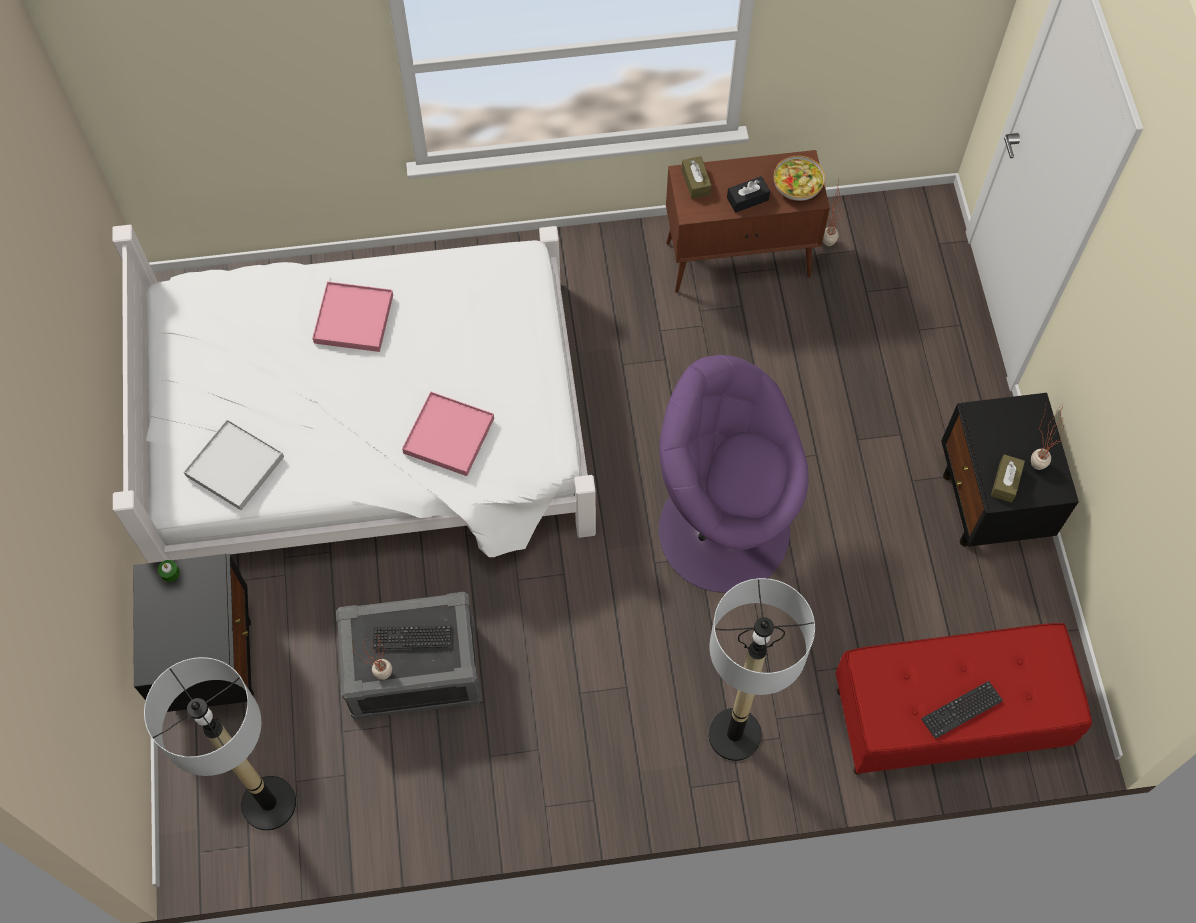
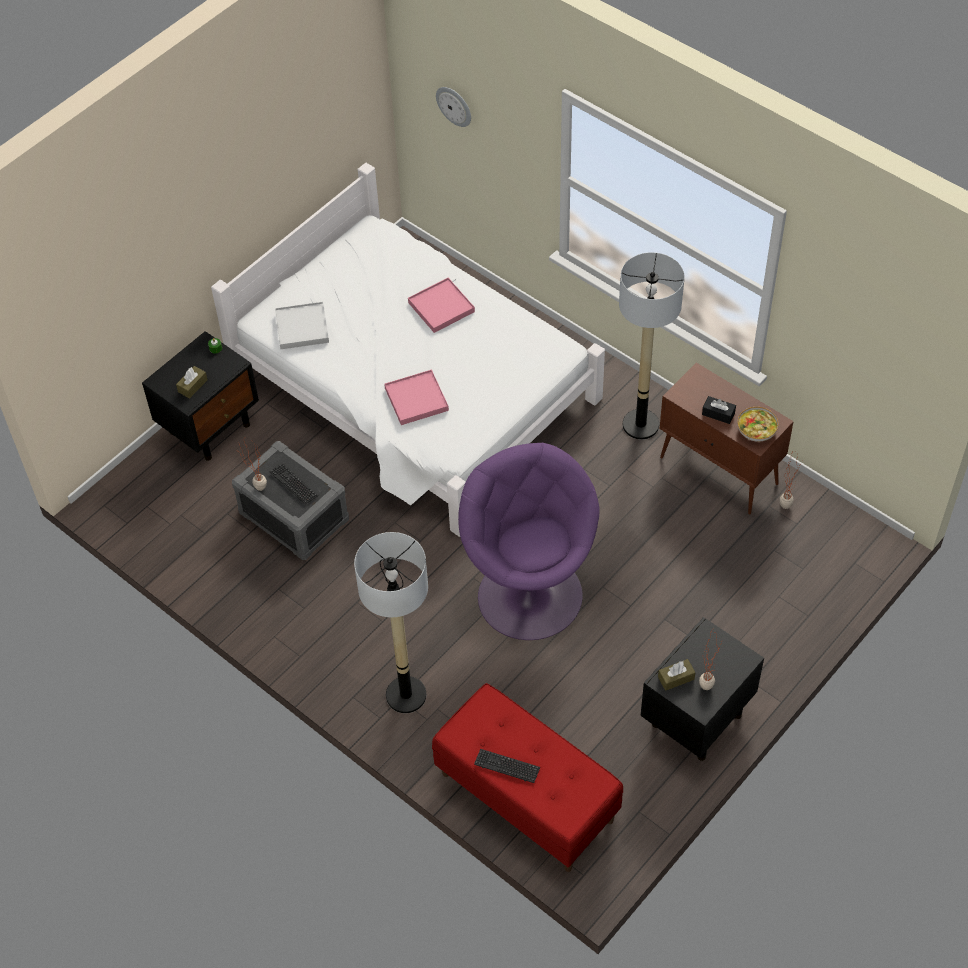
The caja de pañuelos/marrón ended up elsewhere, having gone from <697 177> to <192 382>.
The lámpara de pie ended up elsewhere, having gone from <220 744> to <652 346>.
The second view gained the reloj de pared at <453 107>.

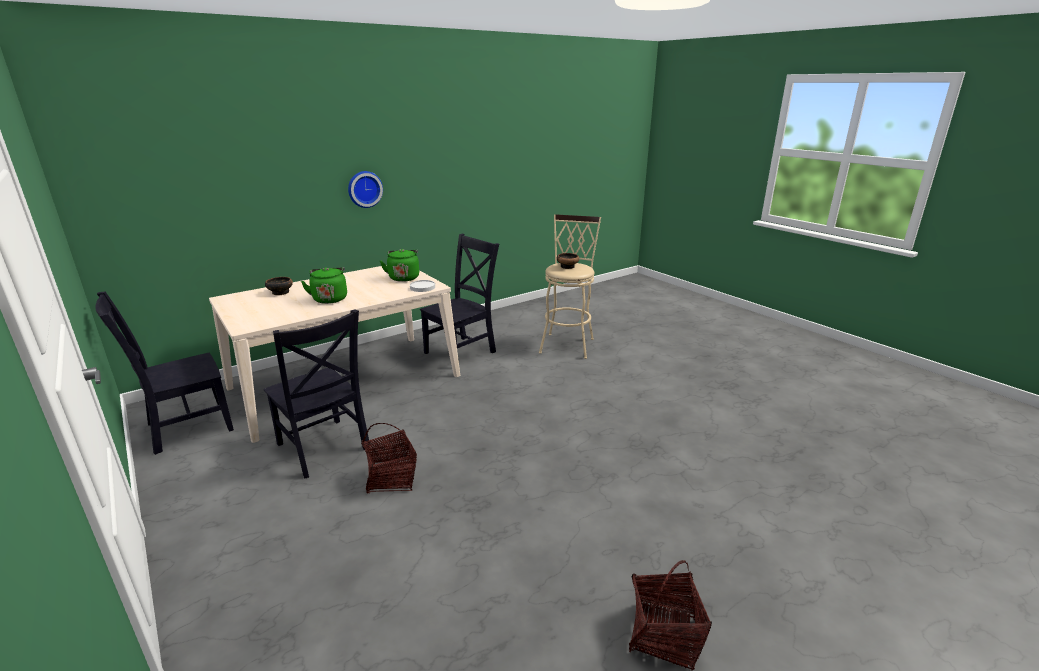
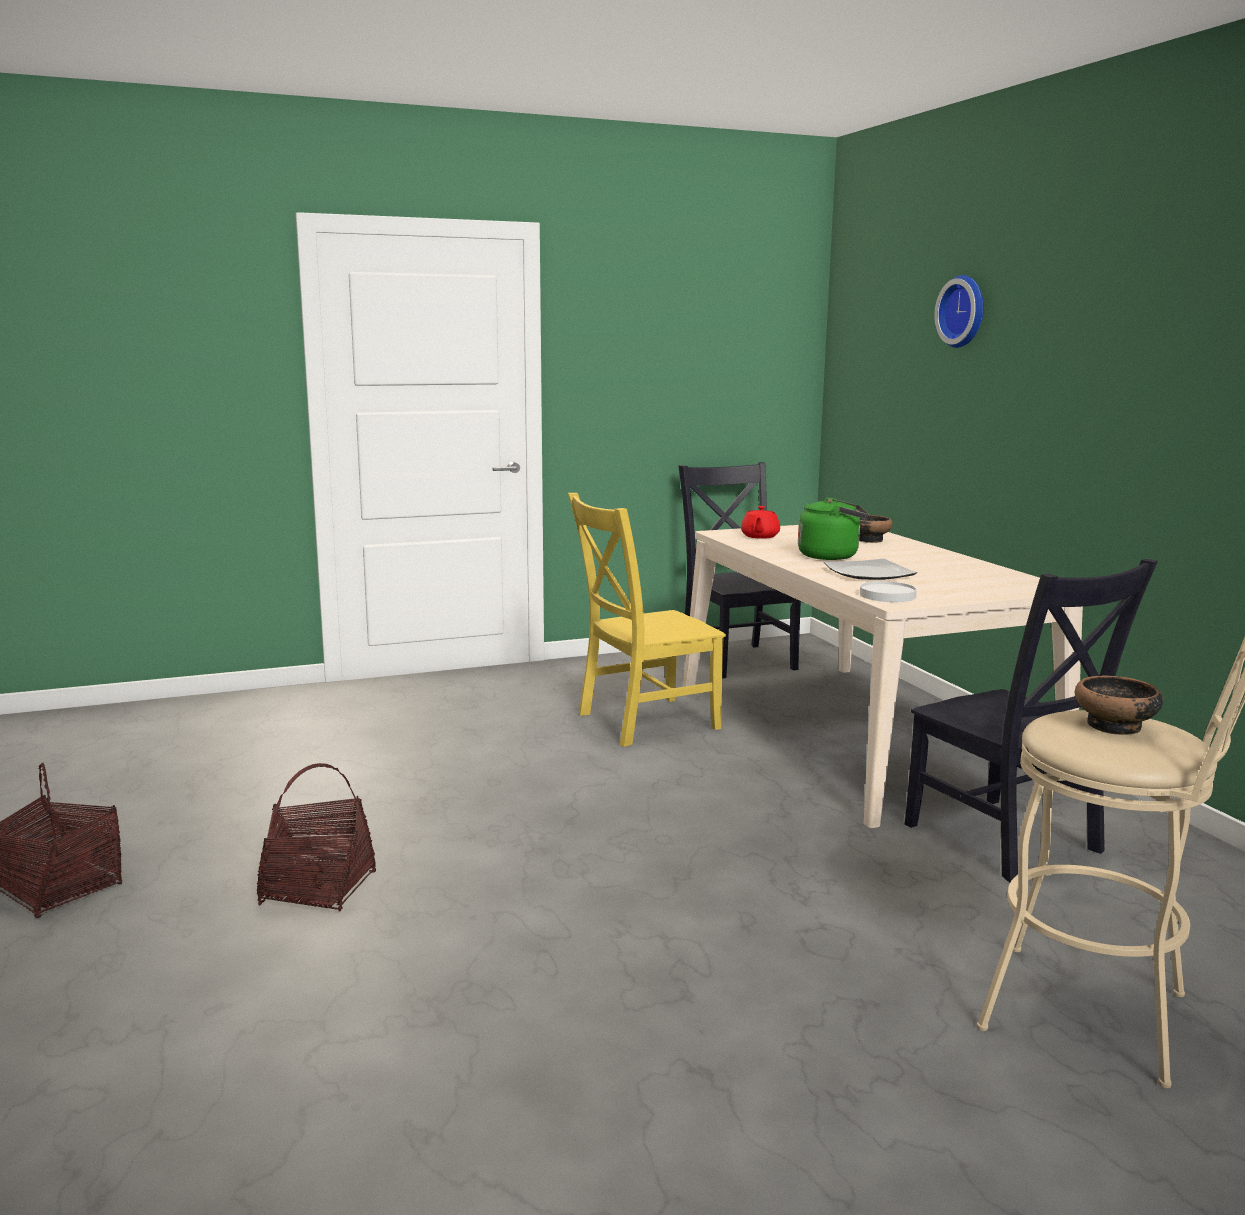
The reloj de pared ended up elsewhere, having gone from <365 189> to <959 311>.
The second view lost the hervidor/verde at <399 265>.
What was the silla/negro at <317 394> turned into the silla/amarillo at <647 620>.
The cesta ended up elsewhere, having gone from <389 458> to <316 837>.
The second view gained the tetera/rojo at <760 522>.
The second view gained the plato at <870 569>.

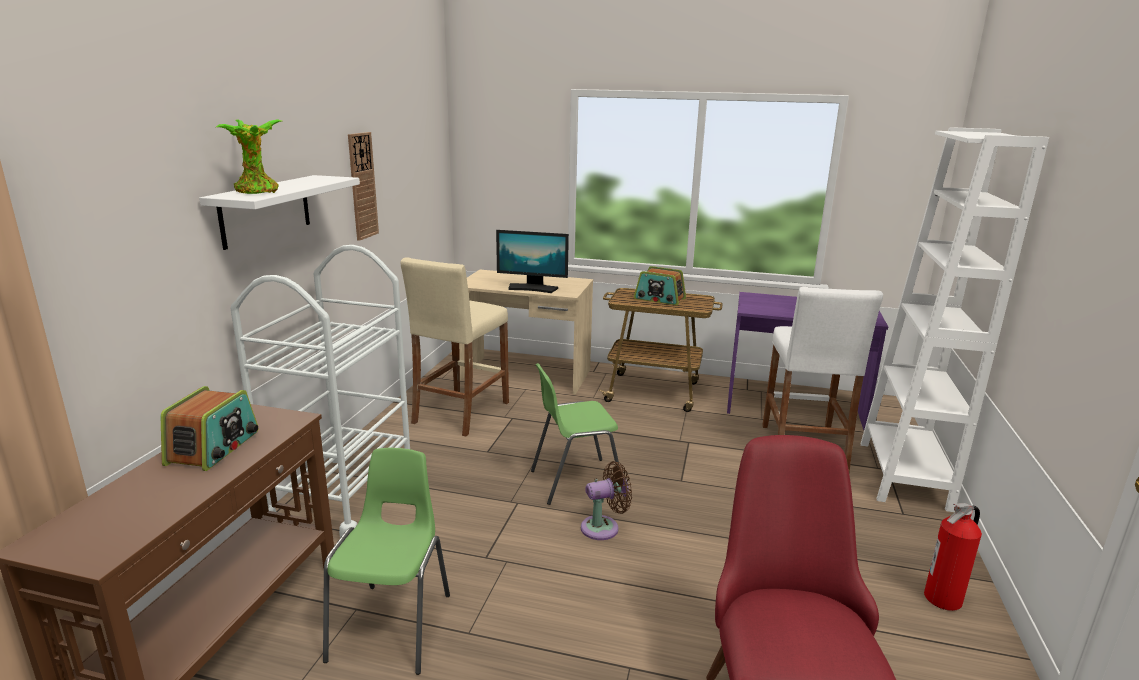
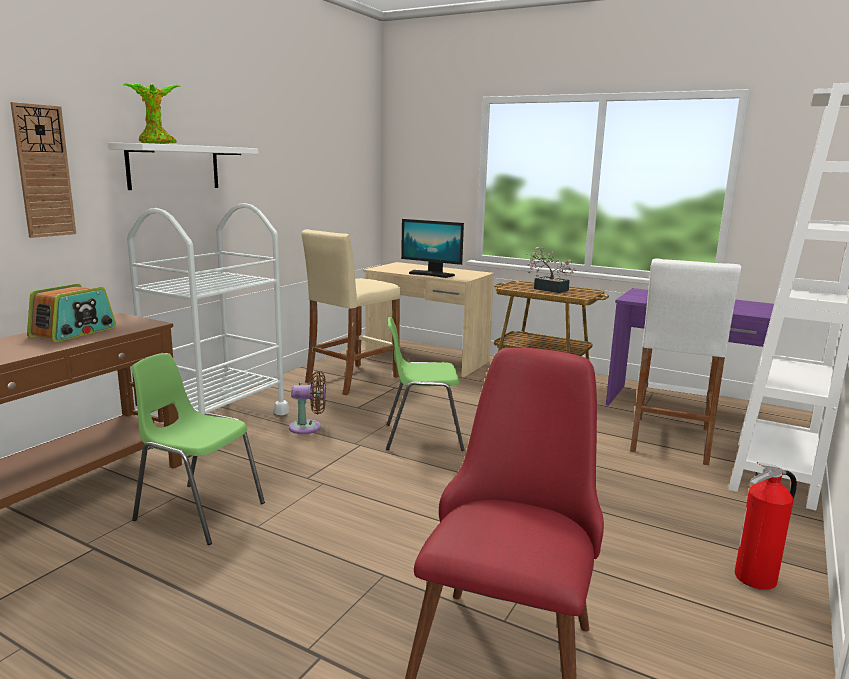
The reloj de pared ended up elsewhere, having gone from <363 186> to <43 170>.
Where the radio stood at <660 285>, the planta en maceta came to stand at <551 269>.
The silla/verde at <386 561> ended up facing another way, 90 degrees counterclockwise from before.
The ventilador/marrón ended up elsewhere, having gone from <606 500> to <307 402>.

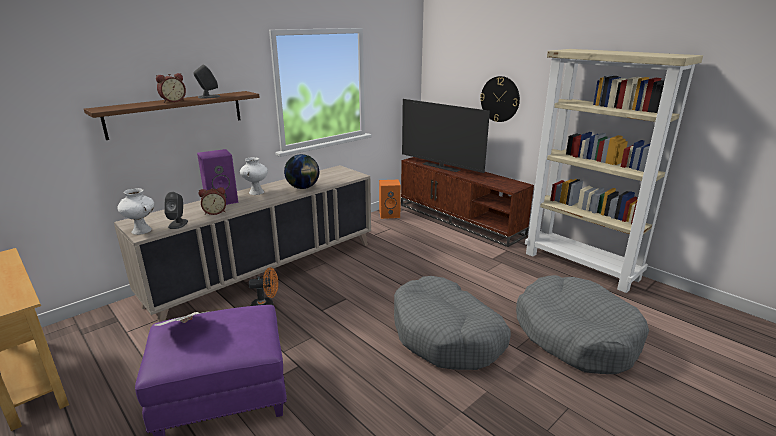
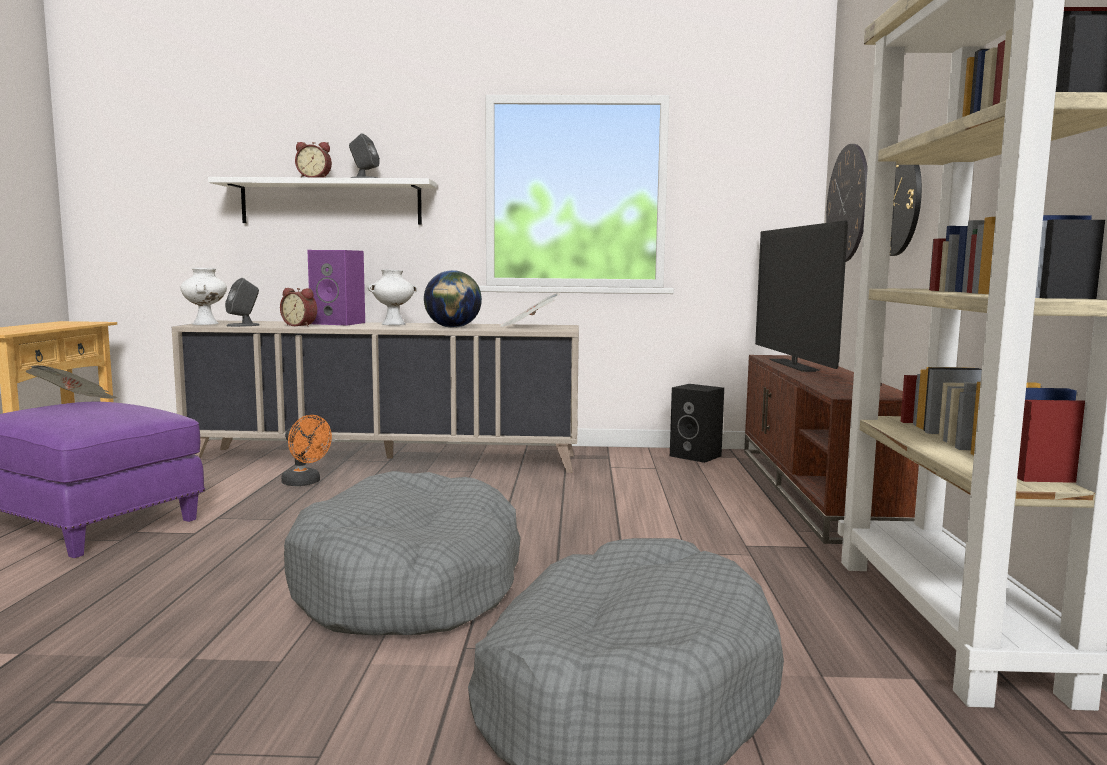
What was the estante/marrón at <172 115> turned into the estante/blanco at <322 201>.
What was the altavoz/naranja at <390 199> turned into the altavoz/negro at <697 423>.
The second view gained the reloj de pared at <847 203>.
The second view gained the periódico at <529 310>.

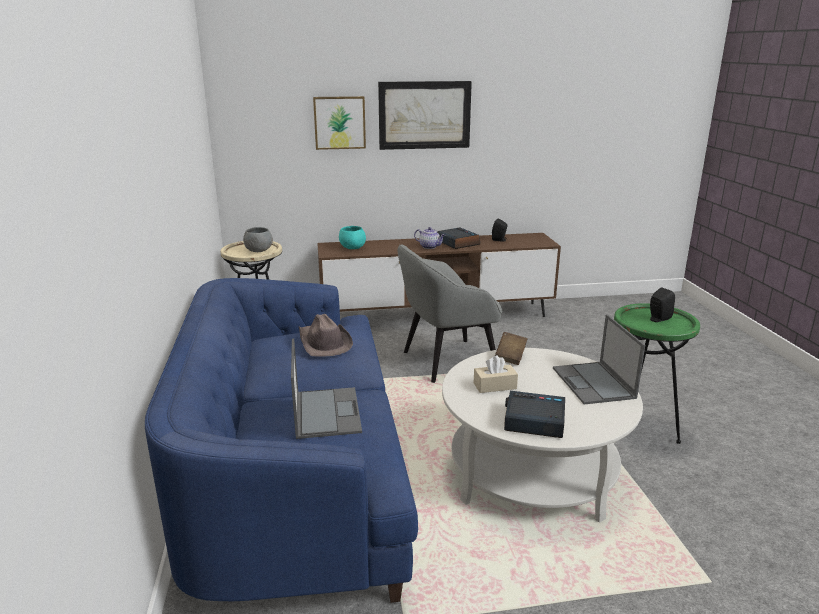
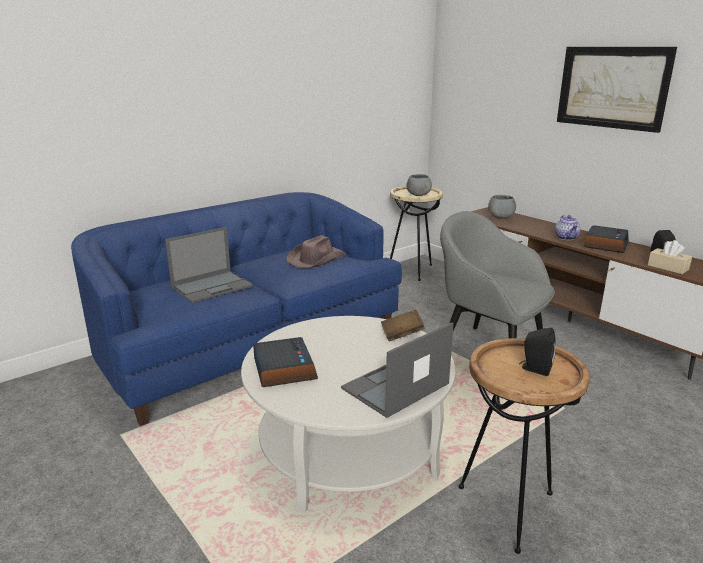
The second view lost the cuadro at <339 123>.
What was the cuenco/turquesa at <352 237> turned into the cuenco/gris at <502 207>.
What was the mesa auxiliar/verde at <657 373> turned into the mesa auxiliar/marrón at <524 446>.
The caja de pañuelos/beis ended up elsewhere, having gone from <496 374> to <670 257>.

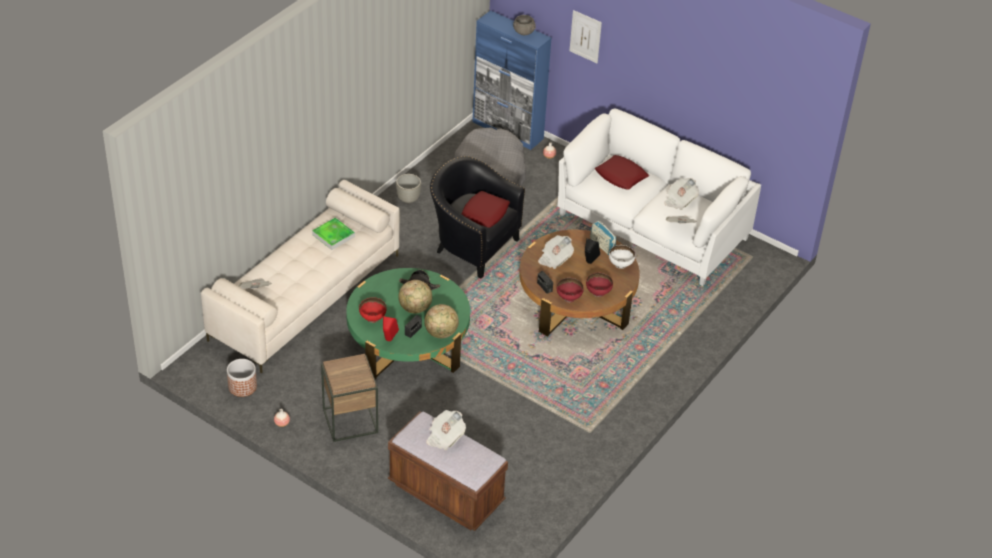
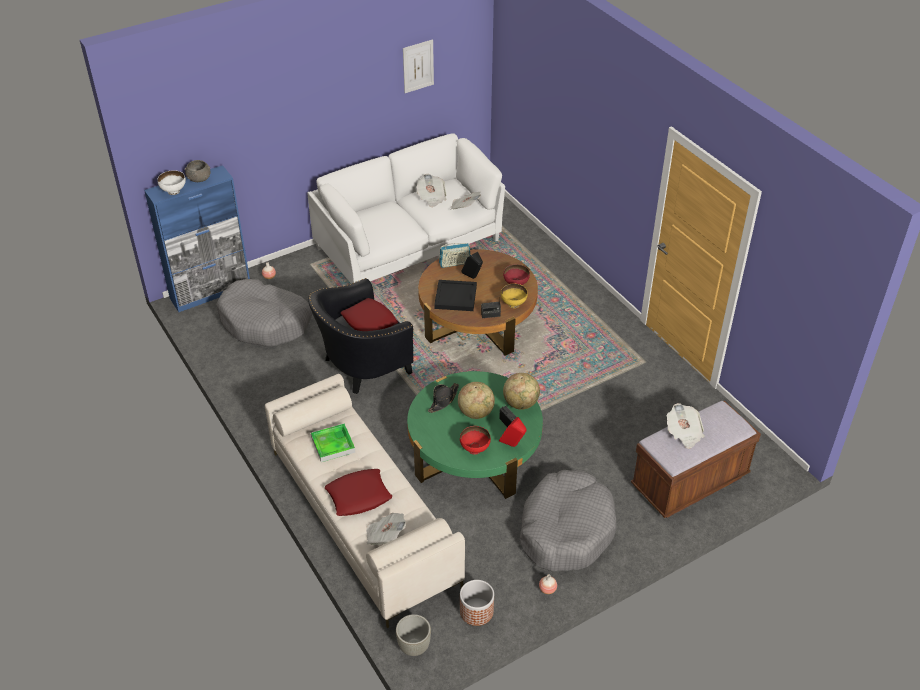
The cuadro ended up elsewhere, having gone from <585 36> to <418 66>.
The cojín/rojo ended up elsewhere, having gone from <622 172> to <358 492>.
The maceta/gris ended up elsewhere, having gone from <408 188> to <413 635>.
Where the periódico stood at <556 252>, the bandeja/negro came to stand at <455 295>.
The cuenco/blanco ended up elsewhere, having gone from <622 257> to <171 182>.
What was the cuenco/rojo at <570 290> turned into the cuenco/amarillo at <514 296>.
Where the mesa auxiliar/marrón stood at <349 398>, the cama para perro/gris came to stand at <568 520>.

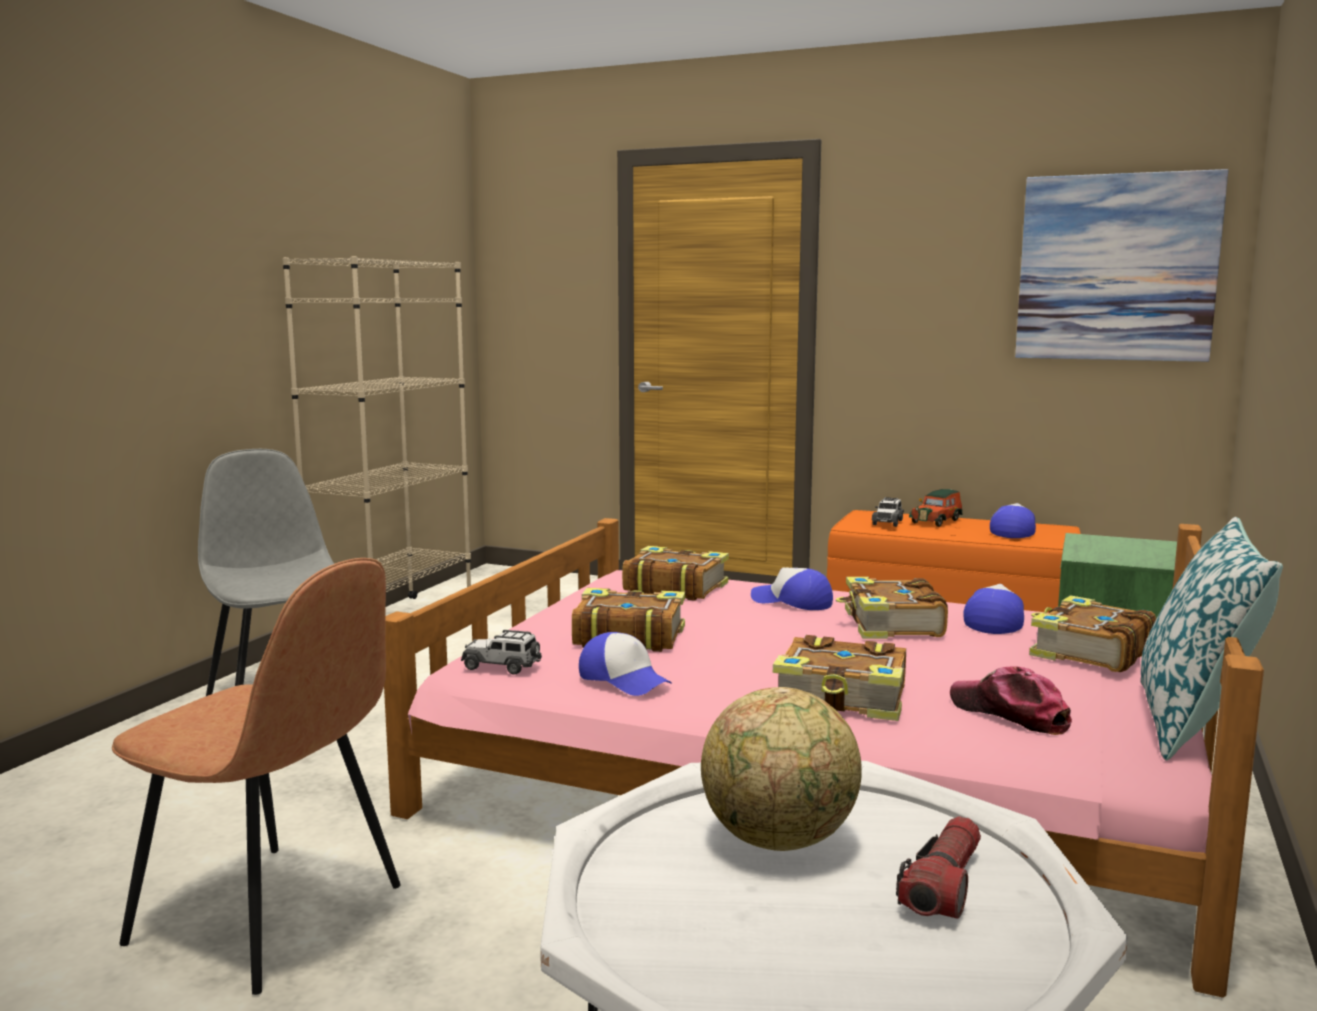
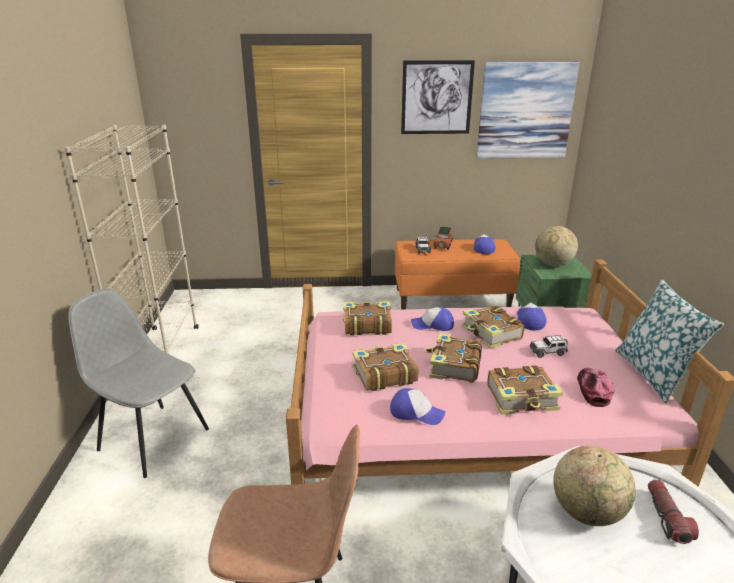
The libro ended up elsewhere, having gone from <1092 633> to <453 358>.
The coche de juguete ended up elsewhere, having gone from <501 652> to <548 346>.
The gorra at <1011 700> ended up facing another way, 75 degrees clockwise from before.
The second view gained the cuadro at <438 97>.
The second view gained the globo terráqueo at <556 246>.

